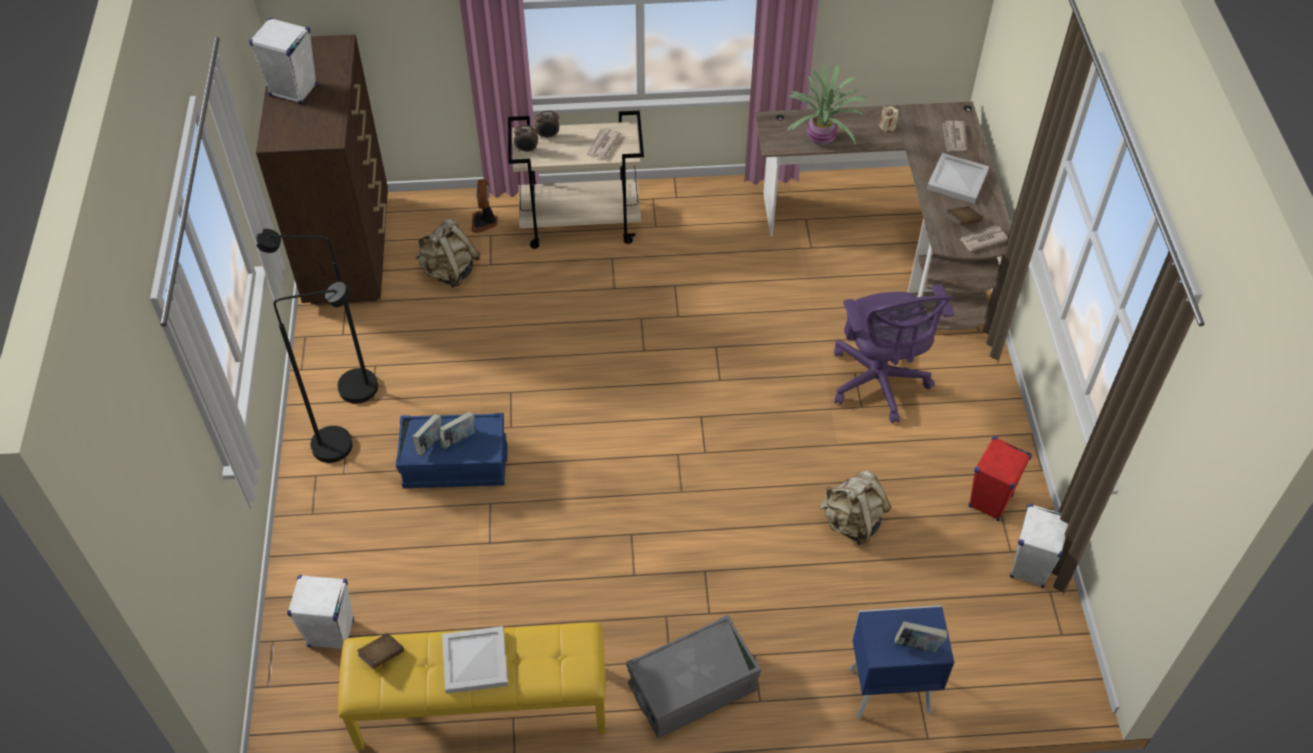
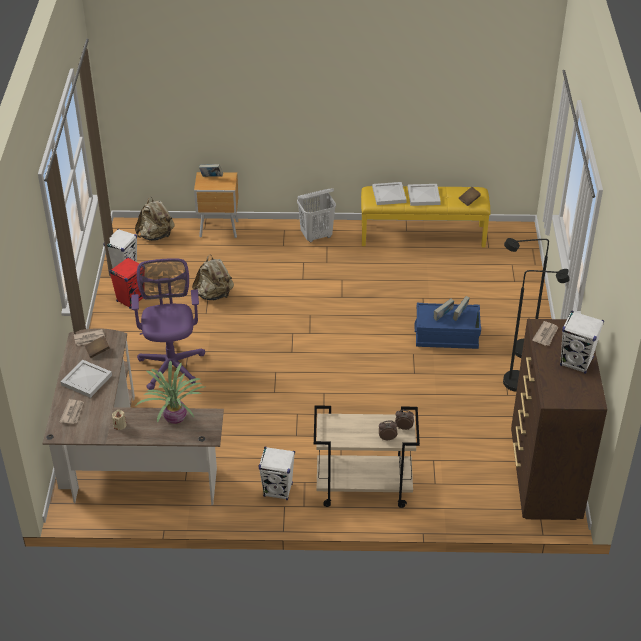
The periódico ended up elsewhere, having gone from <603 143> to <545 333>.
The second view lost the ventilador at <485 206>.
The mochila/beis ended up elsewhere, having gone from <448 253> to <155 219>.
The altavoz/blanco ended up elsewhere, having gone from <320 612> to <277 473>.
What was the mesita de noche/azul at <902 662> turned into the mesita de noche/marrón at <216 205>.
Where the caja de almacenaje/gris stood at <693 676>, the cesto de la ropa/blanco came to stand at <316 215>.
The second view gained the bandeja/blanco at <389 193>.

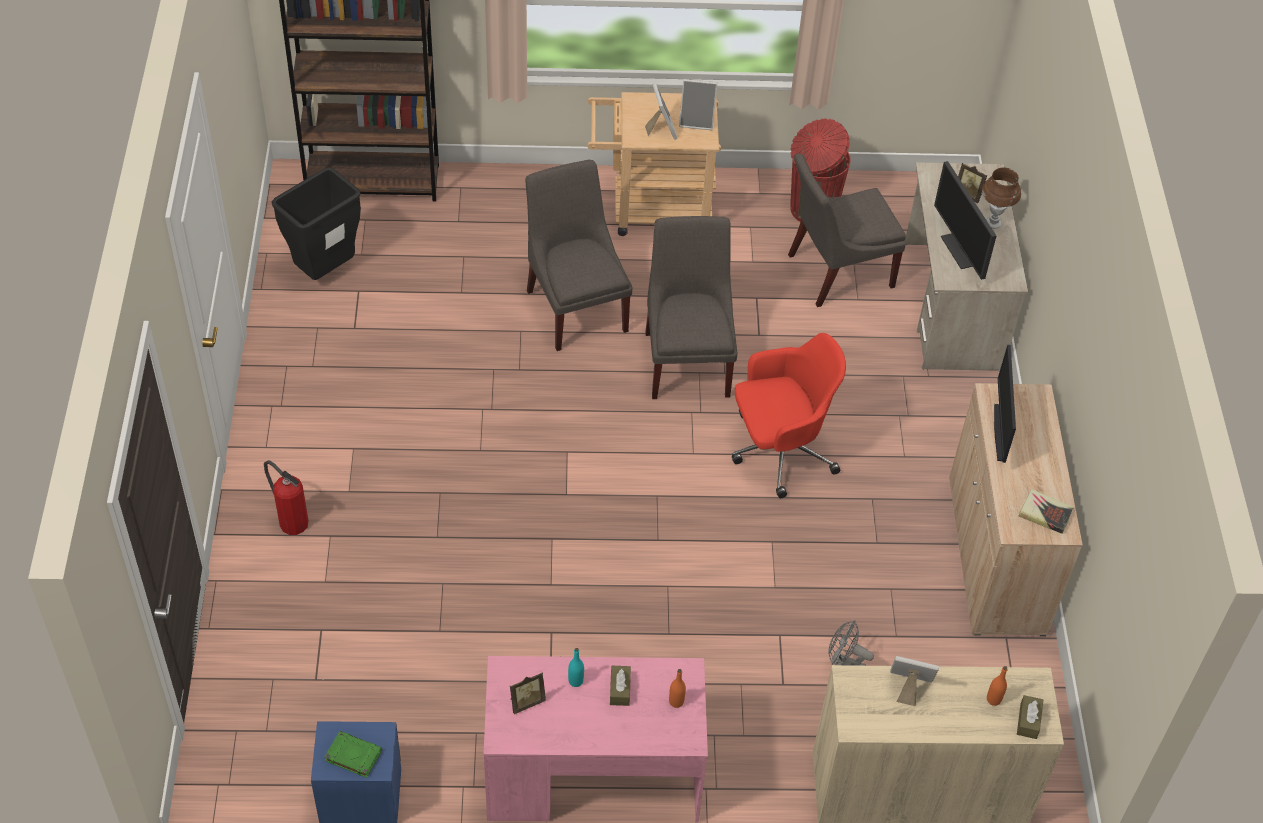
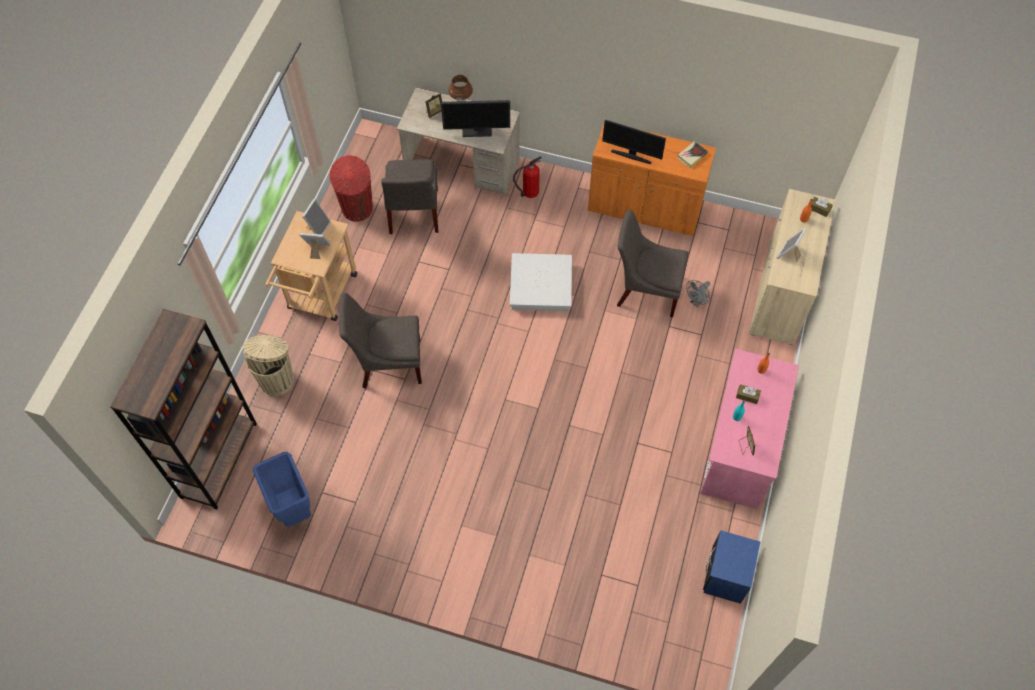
What was the papelera/negro at <316 223> turned into the papelera/azul at <282 489>.
The silla/gris ended up elsewhere, having gone from <691 307> to <653 263>.
Where the silla de oficina/rojo stood at <789 415>, the caja de almacenaje/blanco came to stand at <541 282>.
What was the armario/beis at <1015 509> turned into the armario/naranja at <652 180>.
The extintor ended up elsewhere, having gone from <286 497> to <527 177>.
The second view lost the libro/verde at <353 754>.
The second view gained the papelera/beis at <268 365>.

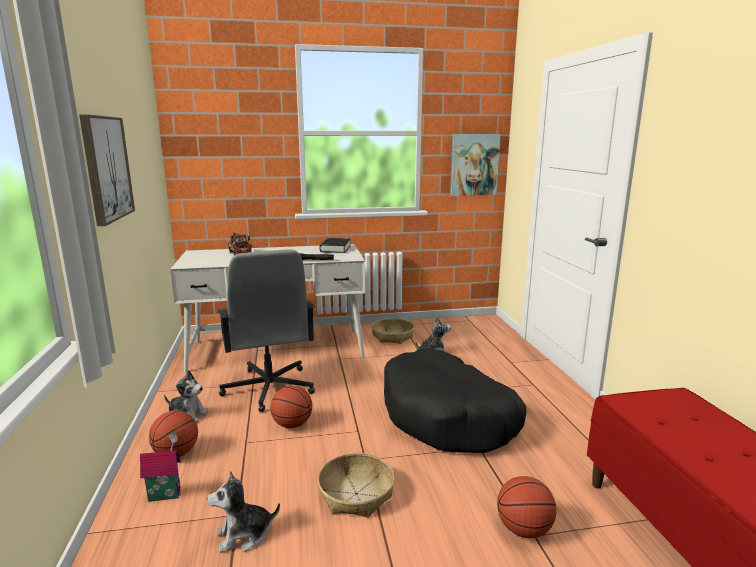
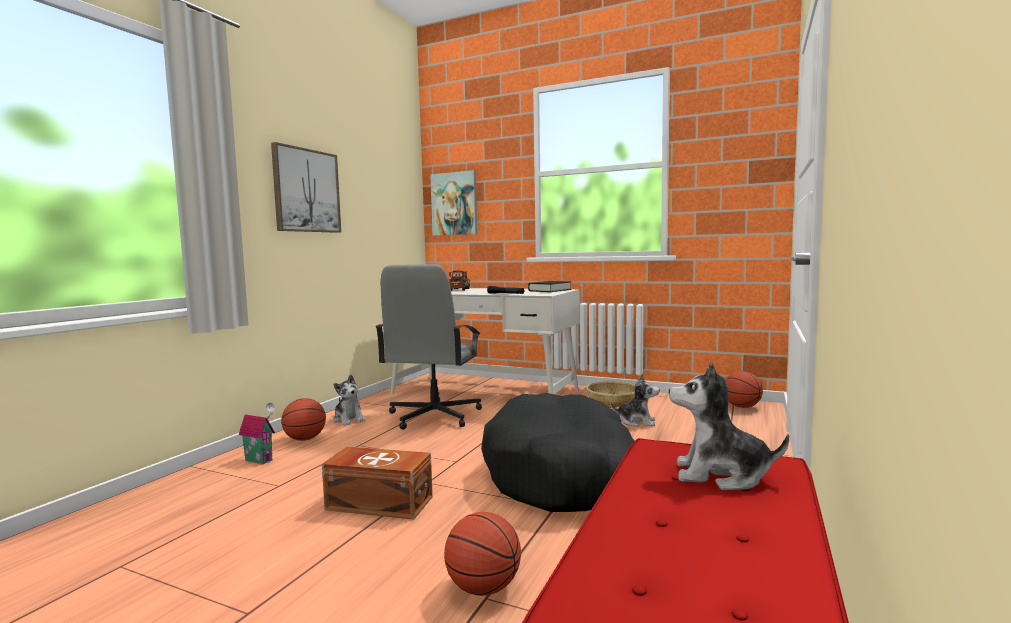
The cuadro ended up elsewhere, having gone from <475 165> to <453 203>.
The balón de baloncesto ended up elsewhere, having gone from <291 406> to <744 389>.
Where the cesta stood at <356 485>, the caja de almacenaje/marrón came to stand at <377 483>.
The peluche ended up elsewhere, having gone from <243 512> to <729 426>.

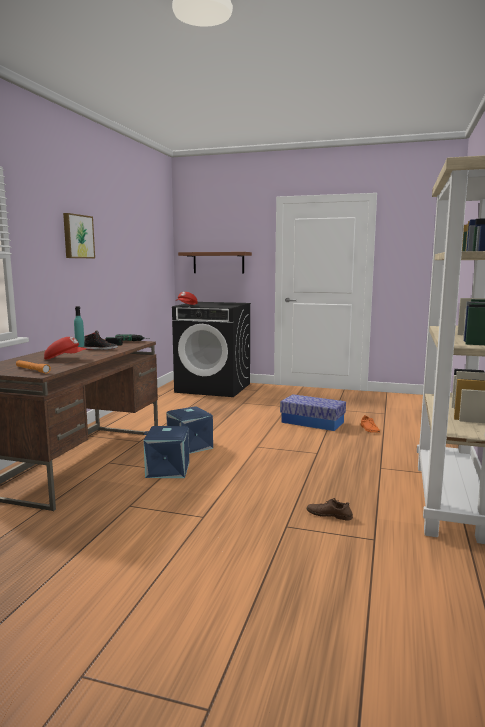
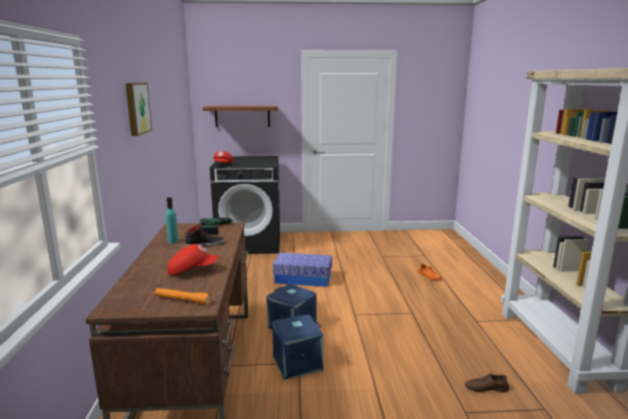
The caja de almacenaje ended up elsewhere, having gone from <313 412> to <302 270>.

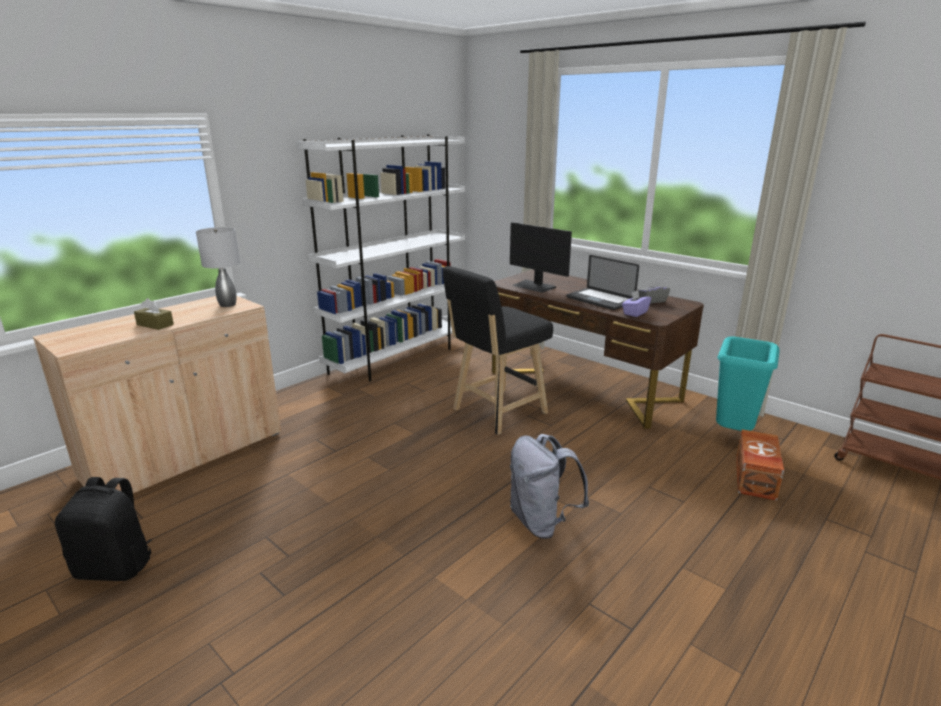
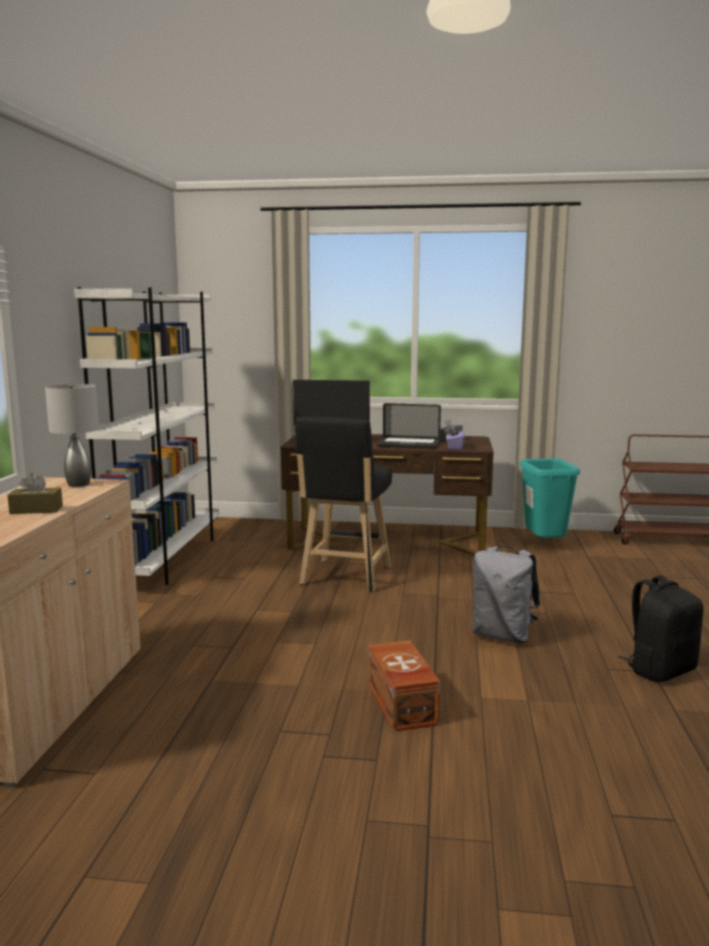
The caja de almacenaje/marrón ended up elsewhere, having gone from <760 465> to <404 686>.
The mochila/negro ended up elsewhere, having gone from <103 529> to <661 628>.

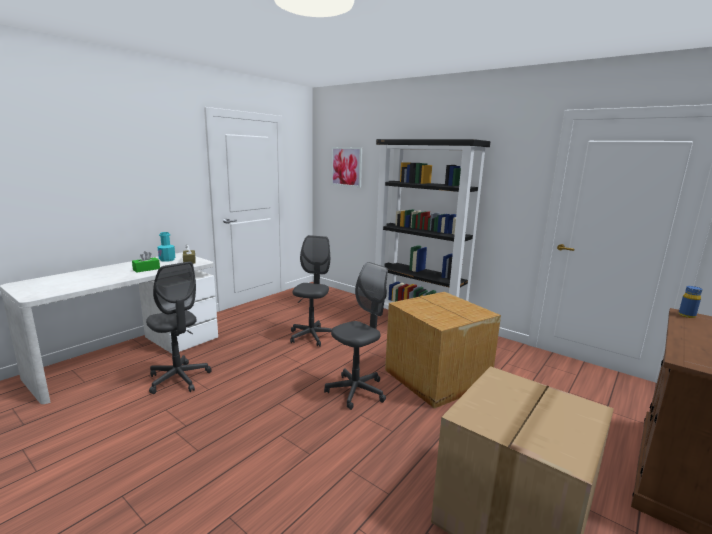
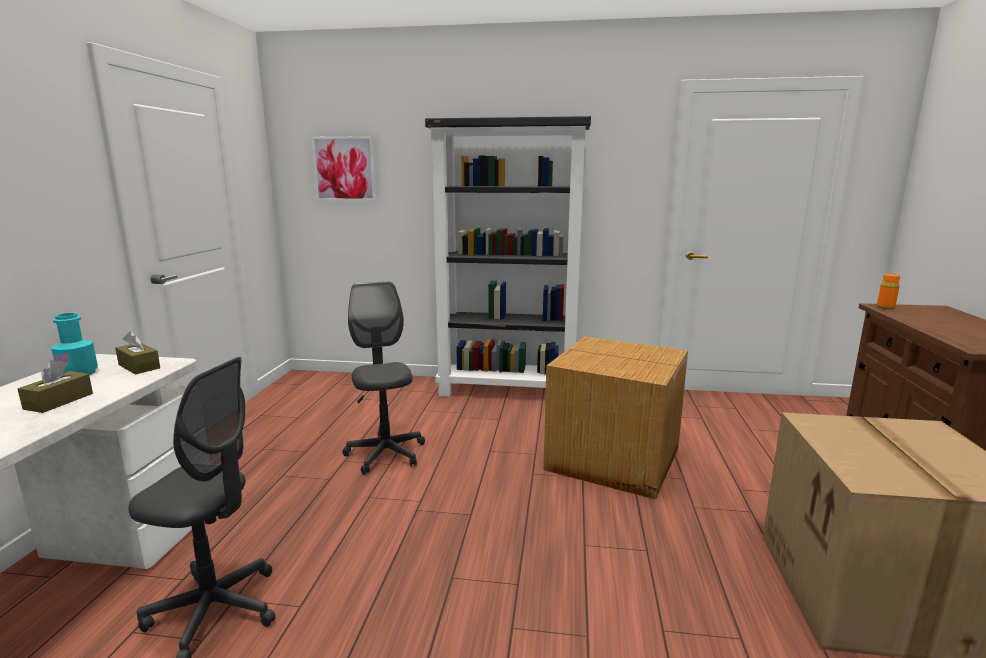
What was the caja de pañuelos/verde at <146 262> turned into the caja de pañuelos/marrón at <55 386>.
The second view lost the silla de oficina/gris at <356 336>.
What was the botella/azul at <690 302> turned into the botella/naranja at <888 291>.

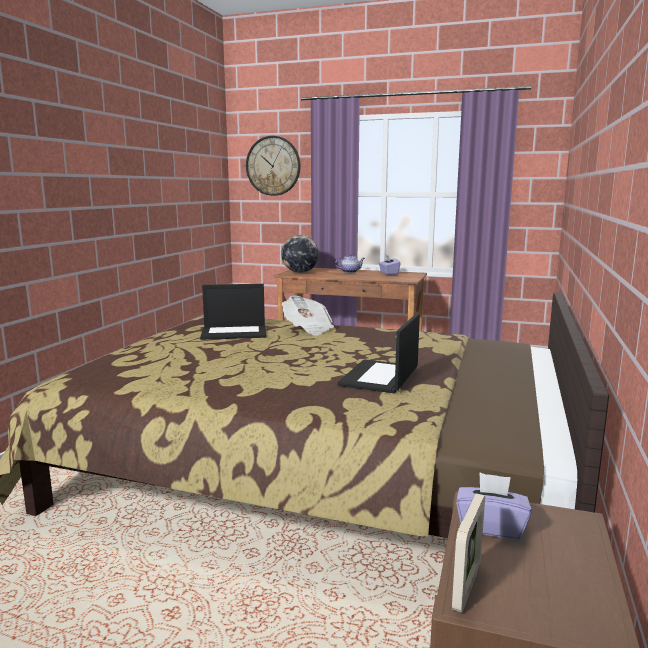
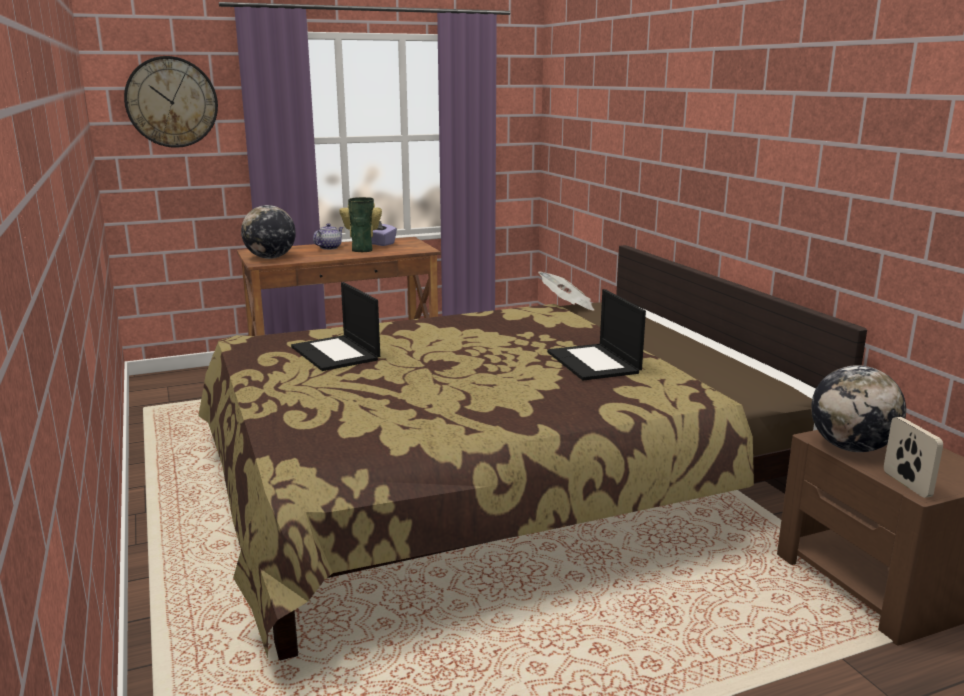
The portátil at <233 312> ended up facing another way, 105 degrees clockwise from before.
The periódico ended up elsewhere, having gone from <308 316> to <566 291>.
Where the caja de pañuelos/morado stood at <494 506>, the globo terráqueo came to stand at <858 408>.
The second view gained the florero at <360 224>.

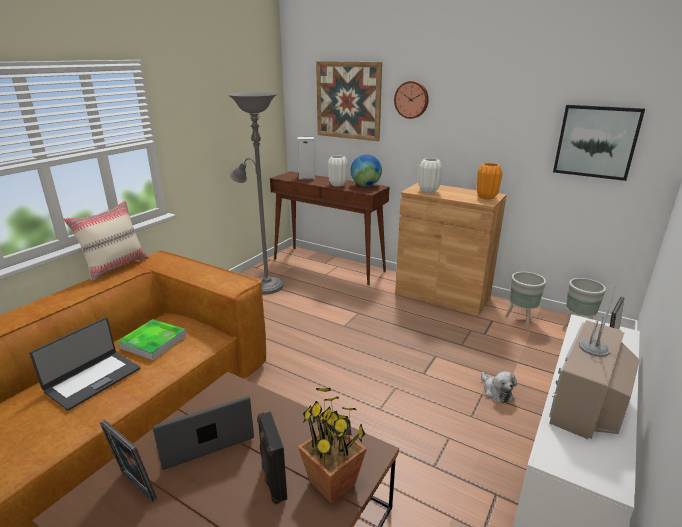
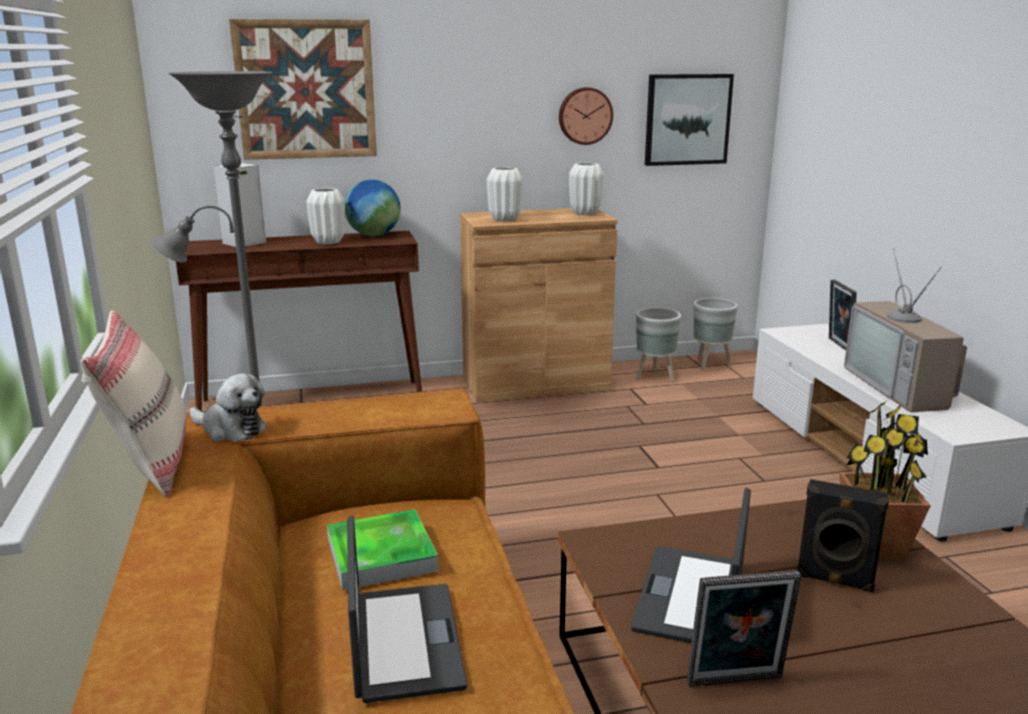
The reloj de pared ended up elsewhere, having gone from <411 100> to <586 116>.
What was the florero/naranja at <490 181> turned into the florero/blanco at <586 189>.
The peluche ended up elsewhere, having gone from <499 387> to <228 407>.

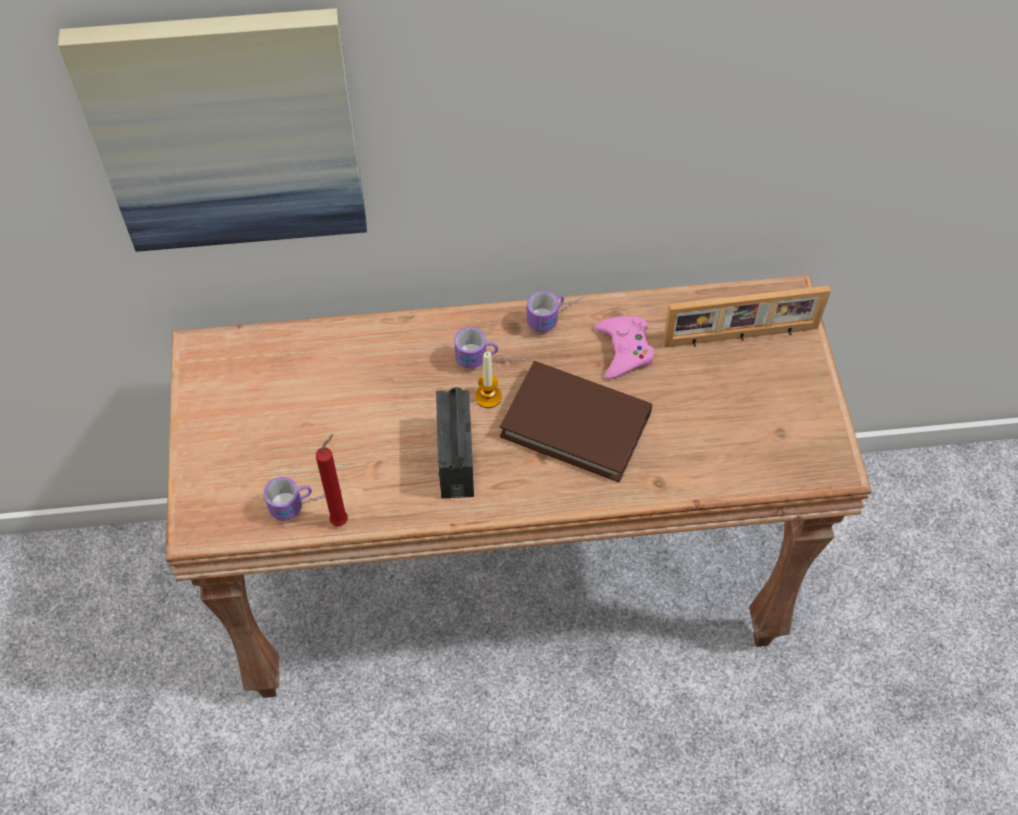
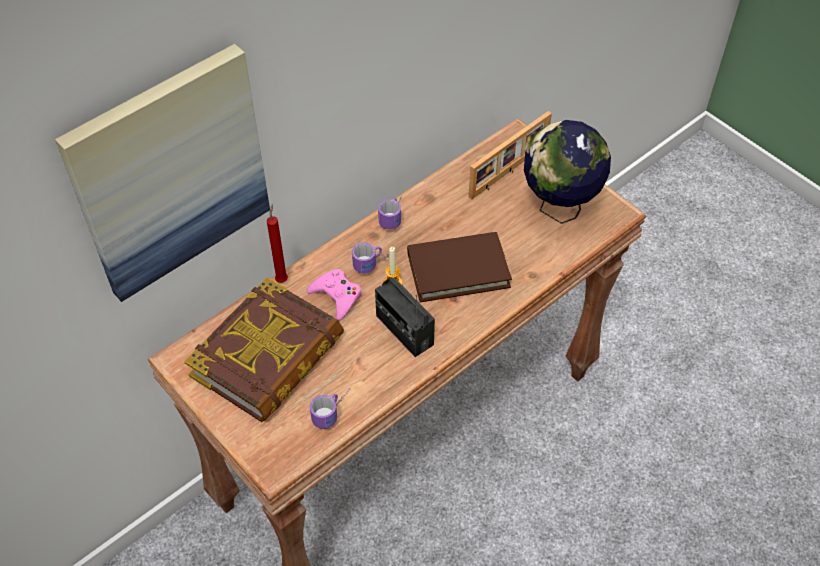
The mando de consola/rosa ended up elsewhere, having gone from <624 347> to <334 295>.
The vela/rojo ended up elsewhere, having gone from <332 480> to <277 243>.
The second view gained the globo terráqueo at <567 172>.
The second view gained the libro at <264 349>.

